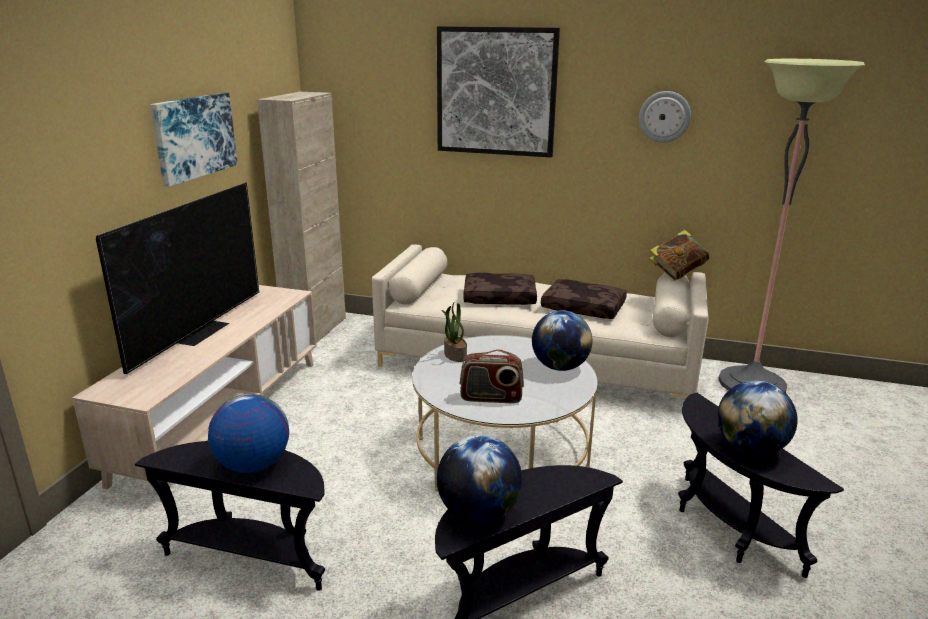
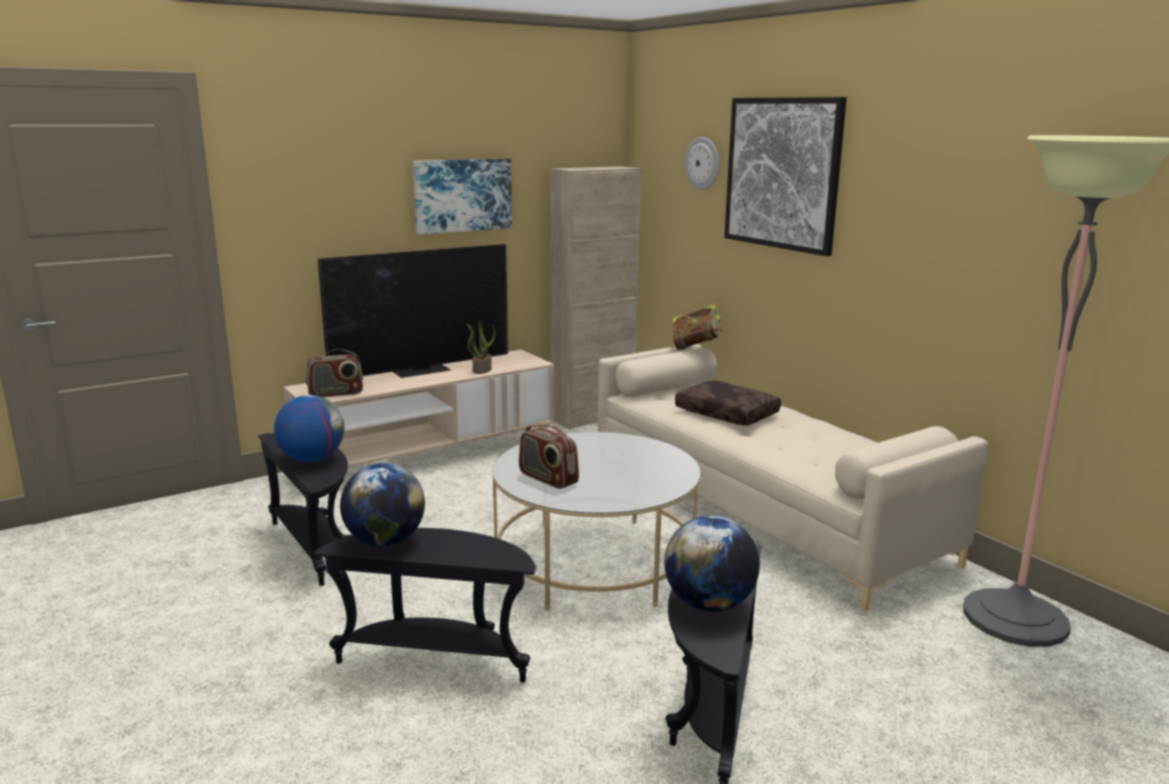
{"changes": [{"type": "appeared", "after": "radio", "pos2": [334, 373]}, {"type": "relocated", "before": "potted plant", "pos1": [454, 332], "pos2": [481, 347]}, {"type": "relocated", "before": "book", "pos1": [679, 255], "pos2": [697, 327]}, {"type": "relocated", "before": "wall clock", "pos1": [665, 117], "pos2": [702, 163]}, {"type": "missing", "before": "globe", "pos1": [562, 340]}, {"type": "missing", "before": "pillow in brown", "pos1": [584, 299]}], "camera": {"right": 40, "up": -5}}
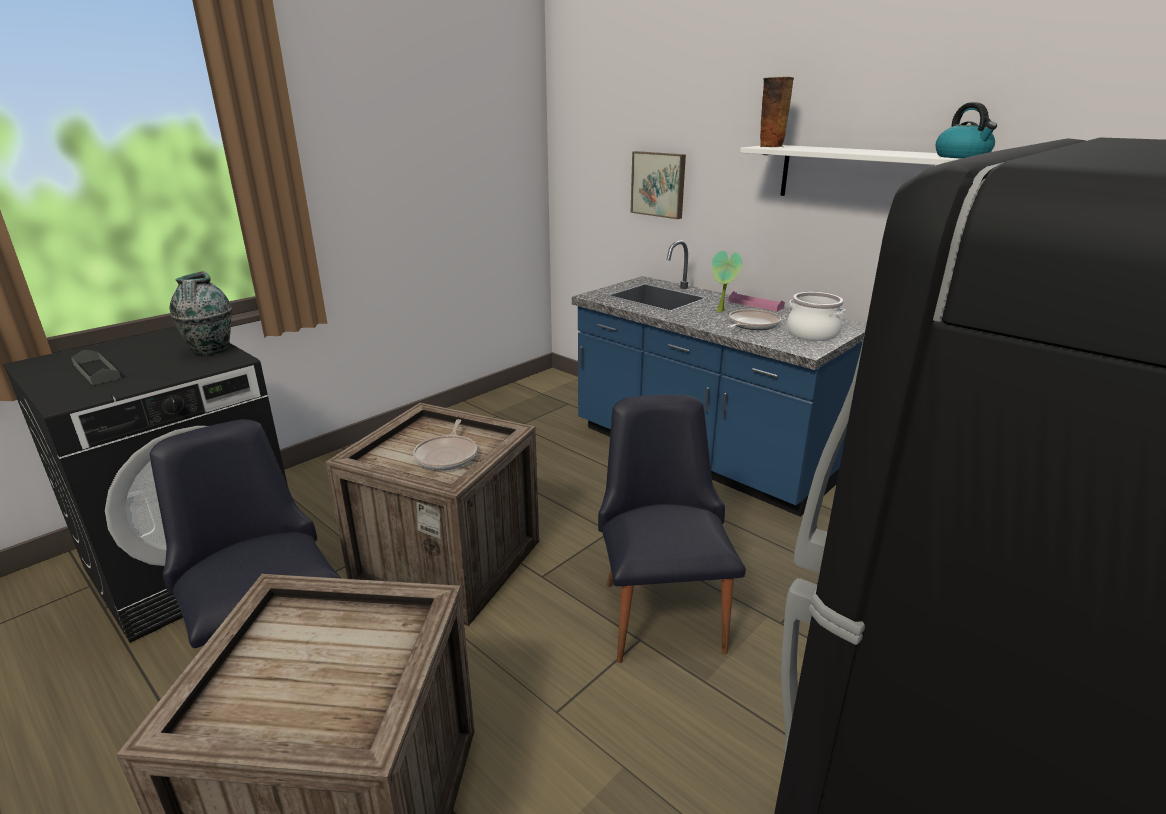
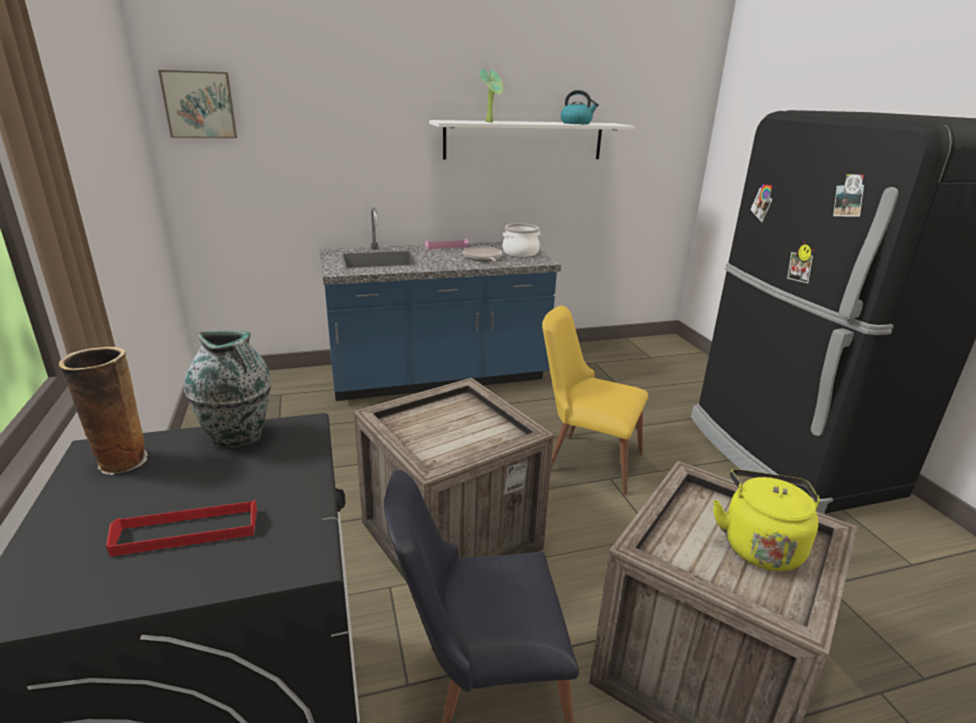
{"changes": [{"type": "relocated", "before": "vase", "pos1": [777, 112], "pos2": [103, 411]}, {"type": "colour", "before": "tray in grey", "after": "tray in red", "pos1": [96, 367], "pos2": [181, 528]}, {"type": "relocated", "before": "picture", "pos1": [658, 185], "pos2": [197, 104]}, {"type": "relocated", "before": "potted plant", "pos1": [727, 281], "pos2": [491, 95]}, {"type": "colour", "before": "chair in black", "after": "chair in yellow", "pos1": [672, 529], "pos2": [595, 400]}, {"type": "appeared", "after": "kettle in yellow", "pos2": [766, 520]}, {"type": "missing", "before": "frying pan", "pos1": [445, 444]}], "camera": {"right": -60, "up": 0}}
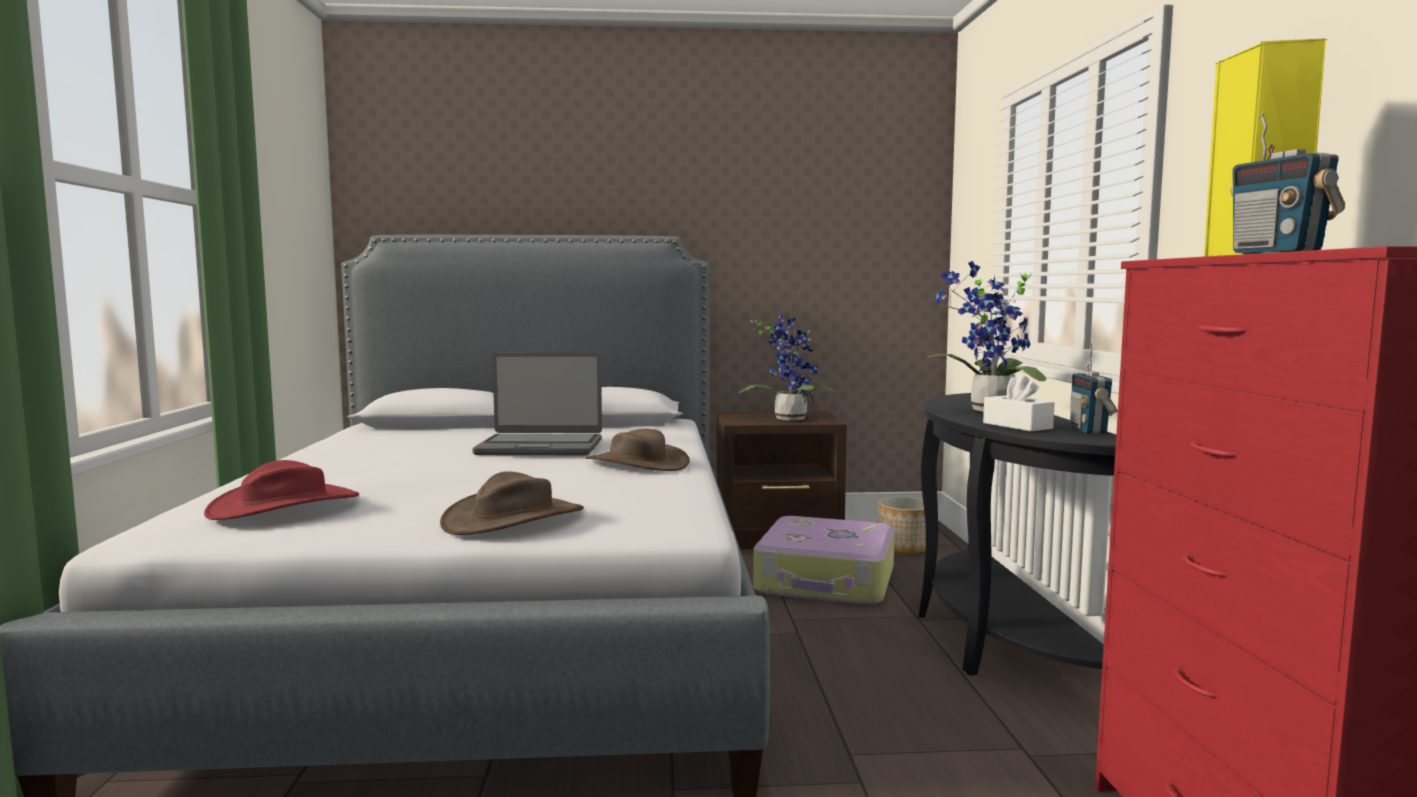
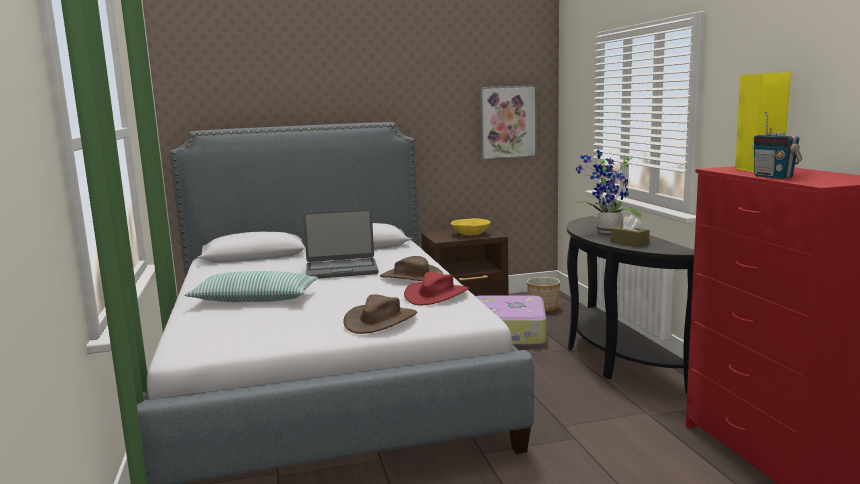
{"changes": [{"type": "appeared", "after": "pillow", "pos2": [251, 286]}, {"type": "relocated", "before": "hat in red", "pos1": [281, 490], "pos2": [436, 289]}, {"type": "exchanged", "before": "potted plant", "after": "bowl in yellow", "pos1": [787, 366], "pos2": [470, 226]}, {"type": "appeared", "after": "picture", "pos2": [508, 122]}, {"type": "colour", "before": "tissue box in white", "after": "tissue box in brown", "pos1": [1019, 402], "pos2": [630, 231]}, {"type": "missing", "before": "radio", "pos1": [1094, 389]}], "camera": {"right": -10, "up": 5}}
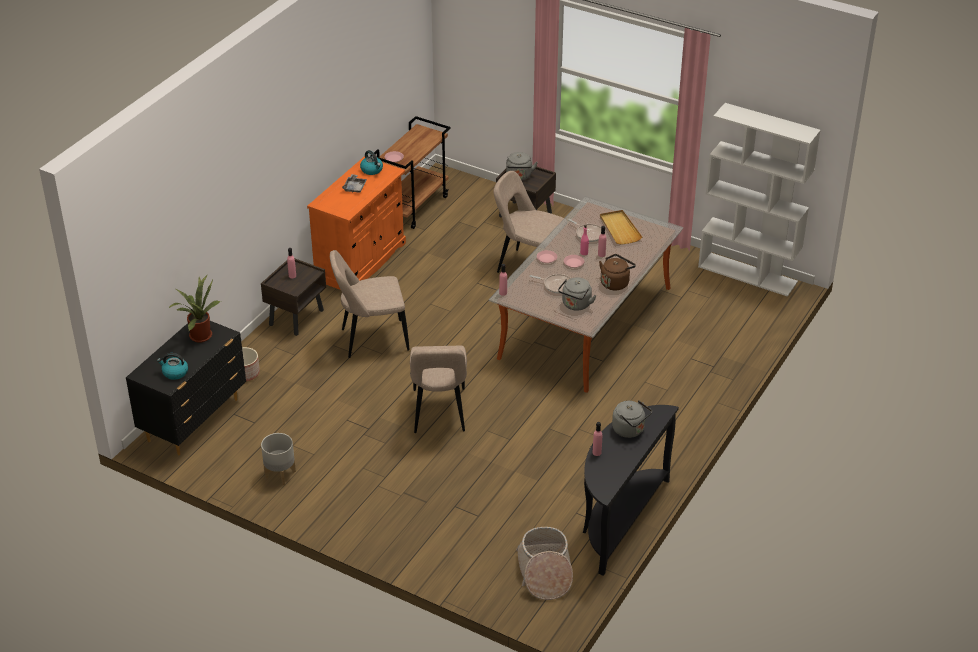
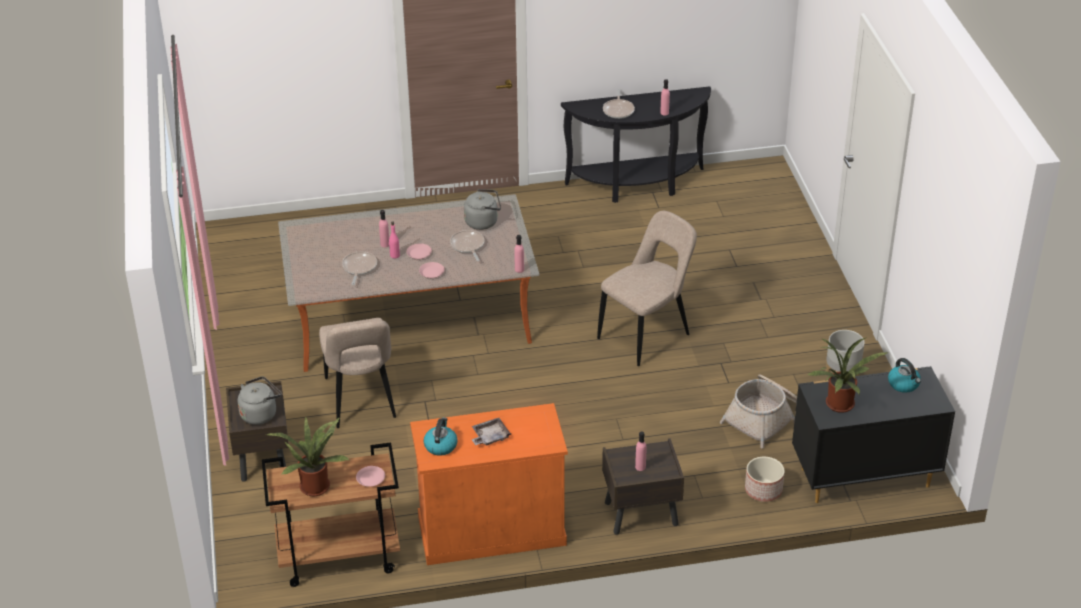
{"changes": [{"type": "appeared", "after": "potted plant", "pos2": [308, 456]}, {"type": "exchanged", "before": "kettle in grey", "after": "frying pan", "pos1": [632, 419], "pos2": [619, 104]}, {"type": "relocated", "before": "basket", "pos1": [544, 563], "pos2": [758, 411]}, {"type": "missing", "before": "chair in beige", "pos1": [370, 304]}, {"type": "missing", "before": "kettle in brown", "pos1": [617, 272]}, {"type": "missing", "before": "tray in beige", "pos1": [621, 227]}, {"type": "missing", "before": "bookcase in white", "pos1": [759, 200]}], "camera": {"right": -130, "up": 0}}
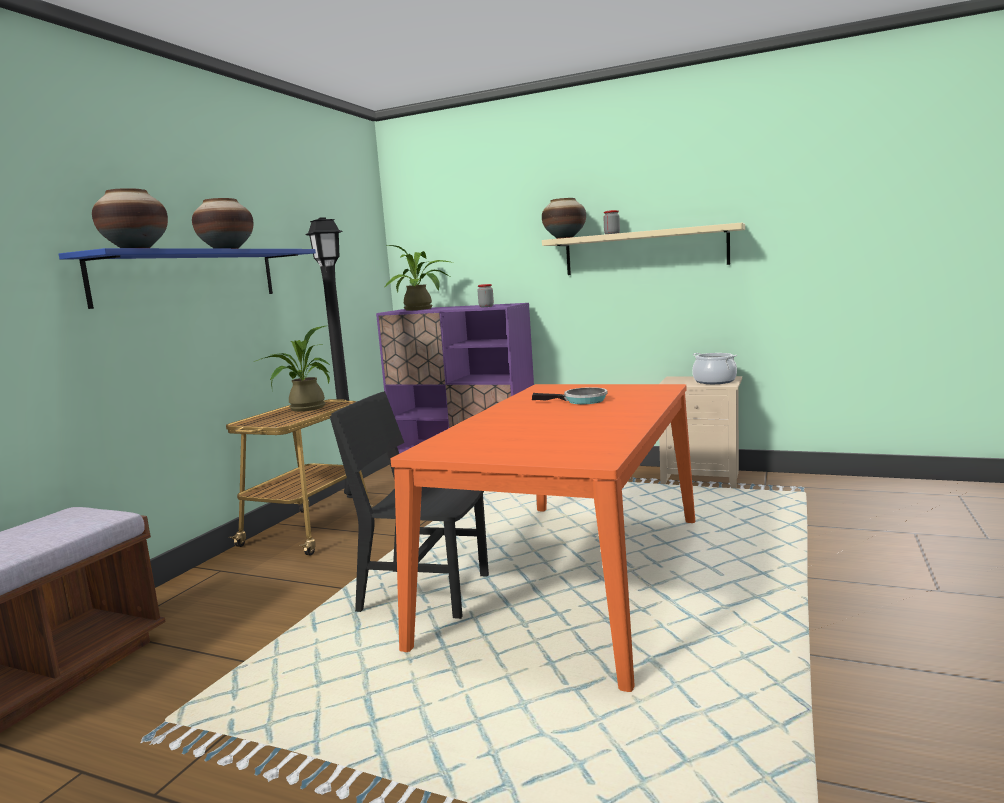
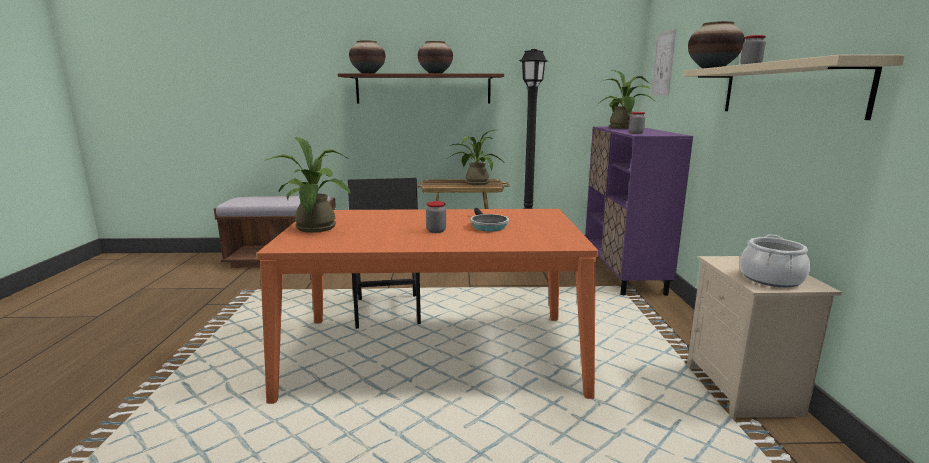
{"changes": [{"type": "appeared", "after": "potted plant", "pos2": [308, 185]}, {"type": "colour", "before": "shelf in blue", "after": "shelf in brown", "pos1": [187, 278], "pos2": [421, 88]}, {"type": "appeared", "after": "jar", "pos2": [436, 217]}, {"type": "appeared", "after": "picture", "pos2": [663, 62]}], "camera": {"right": 65, "up": 5}}
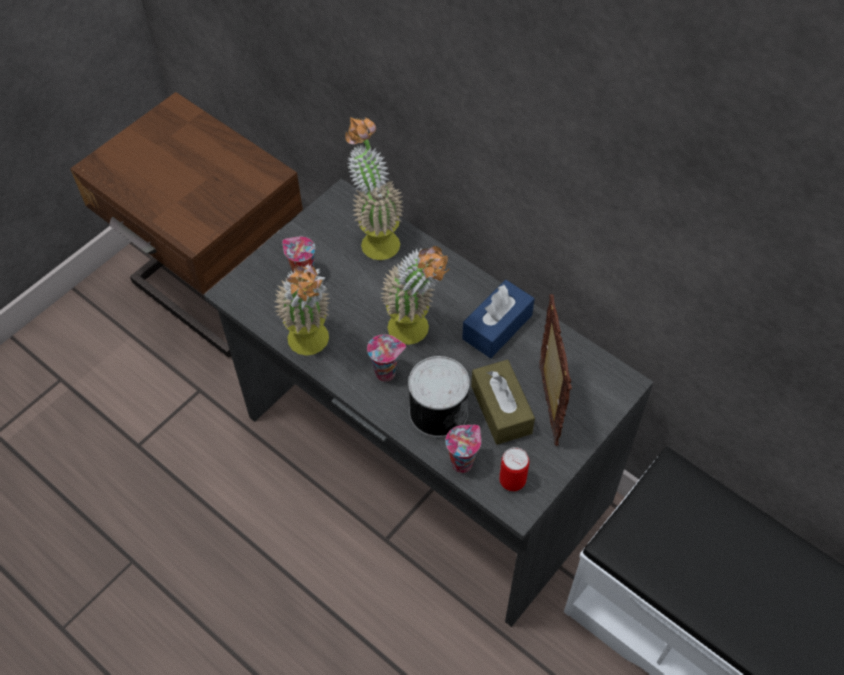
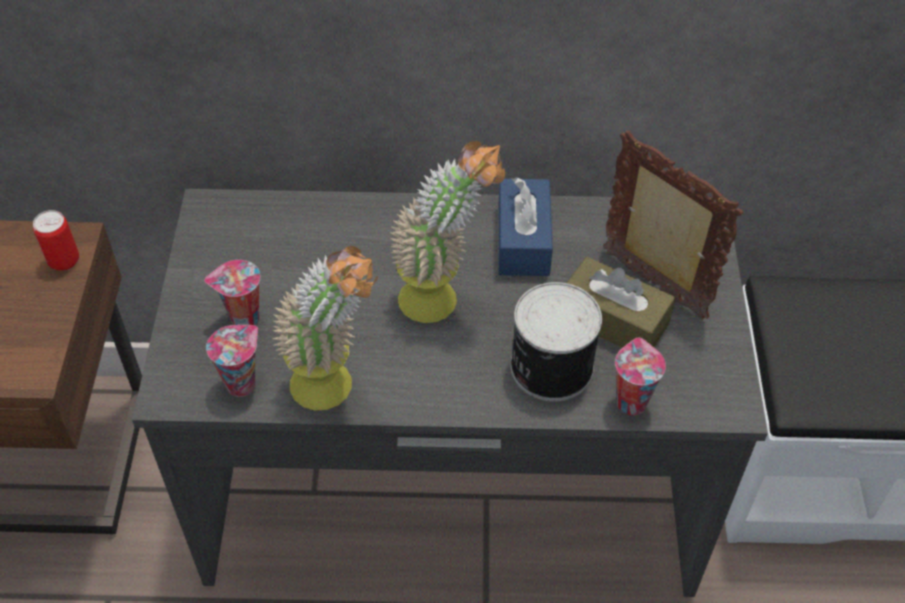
{"changes": [{"type": "relocated", "before": "can", "pos1": [514, 469], "pos2": [56, 240]}, {"type": "relocated", "before": "cup", "pos1": [386, 358], "pos2": [232, 361]}, {"type": "missing", "before": "potted plant", "pos1": [374, 188]}], "camera": {"right": -40, "up": -5}}
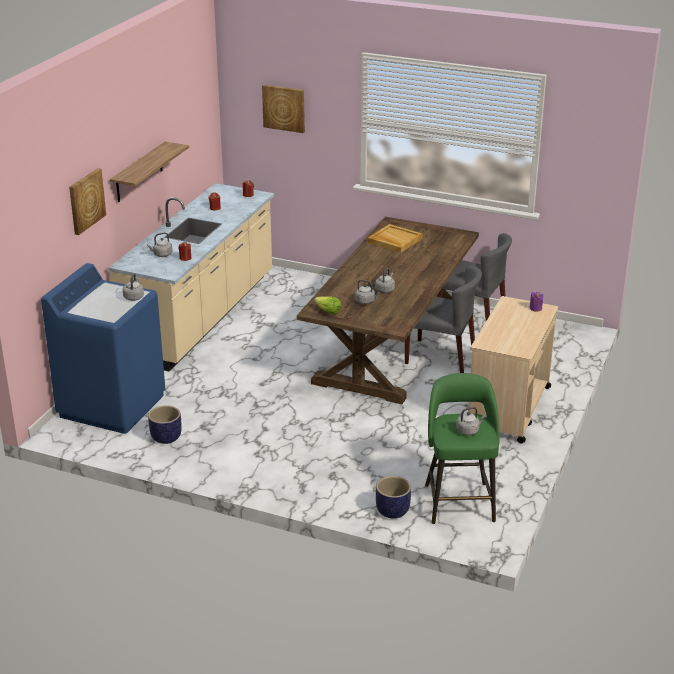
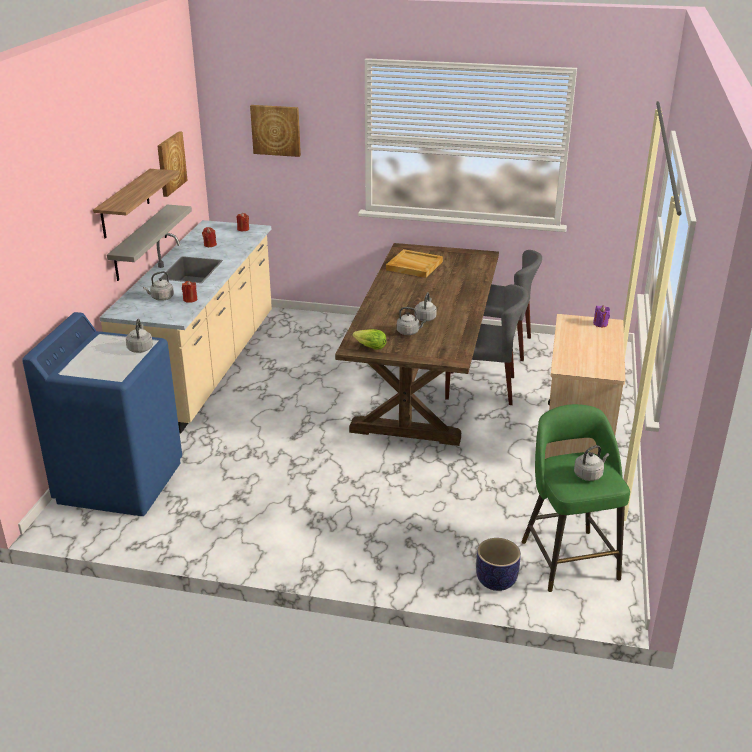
{"changes": [{"type": "appeared", "after": "shelf in grey", "pos2": [149, 243]}, {"type": "relocated", "before": "picture", "pos1": [87, 201], "pos2": [172, 164]}, {"type": "missing", "before": "planter", "pos1": [165, 424]}], "camera": {"right": -10, "up": 0}}
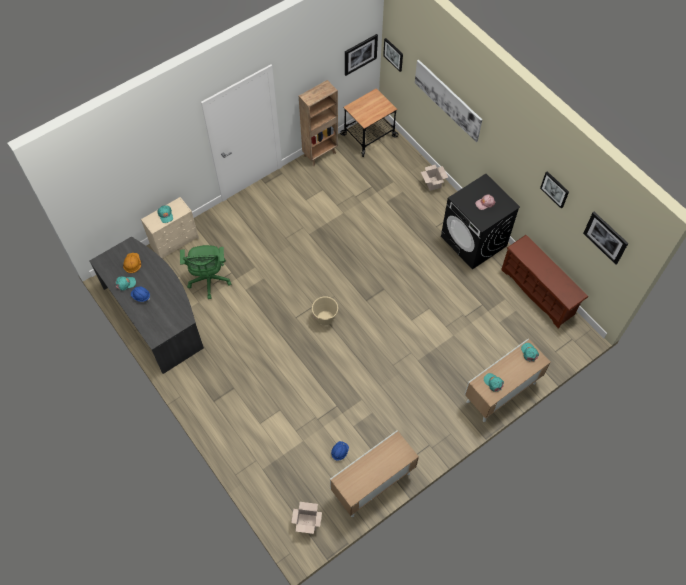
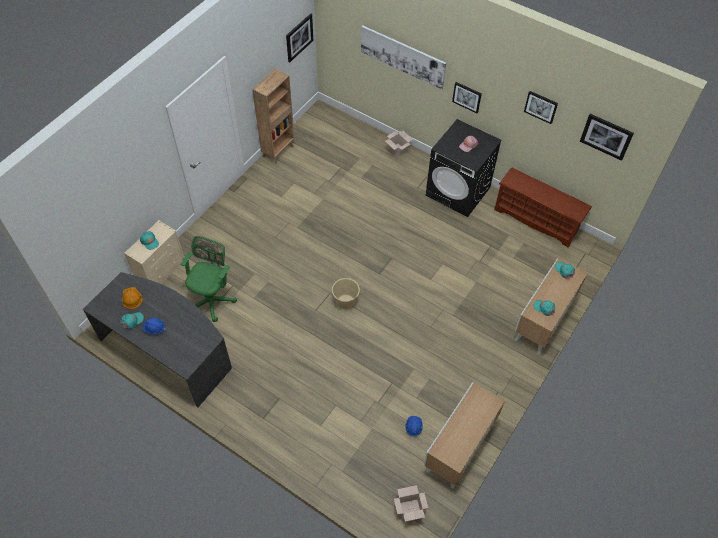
{"changes": [{"type": "spun", "before": "office chair in green", "pos1": [206, 272], "pos2": [208, 279], "turn": -135}, {"type": "relocated", "before": "picture", "pos1": [393, 55], "pos2": [467, 97]}, {"type": "missing", "before": "cart", "pos1": [369, 122]}], "camera": {"right": -20, "up": -5}}
